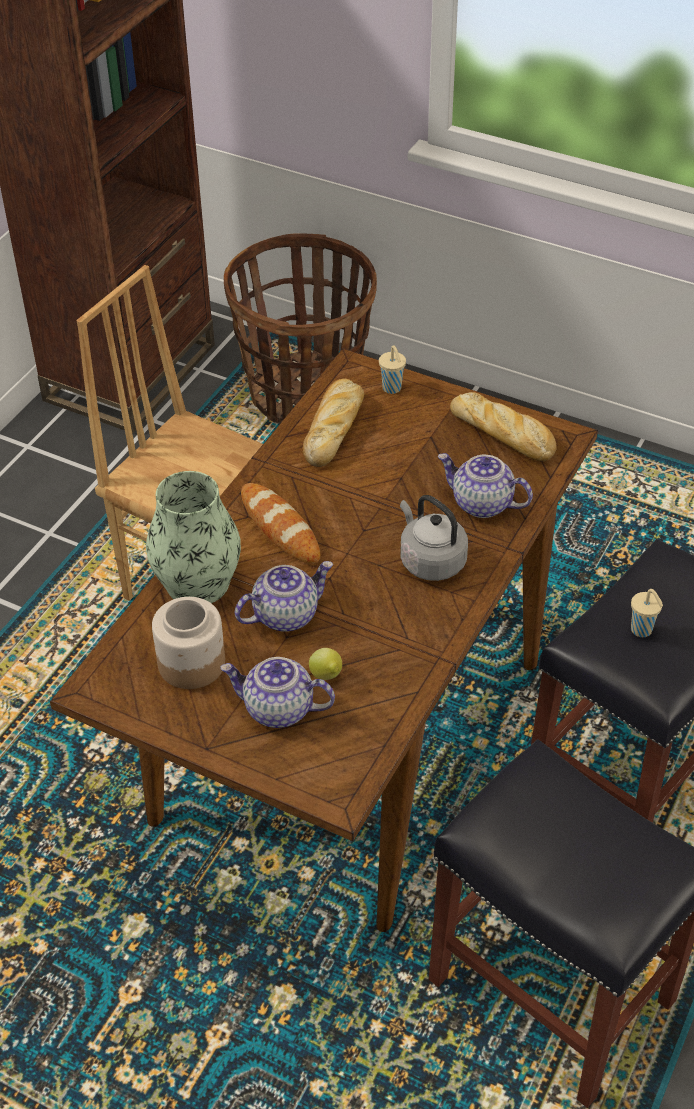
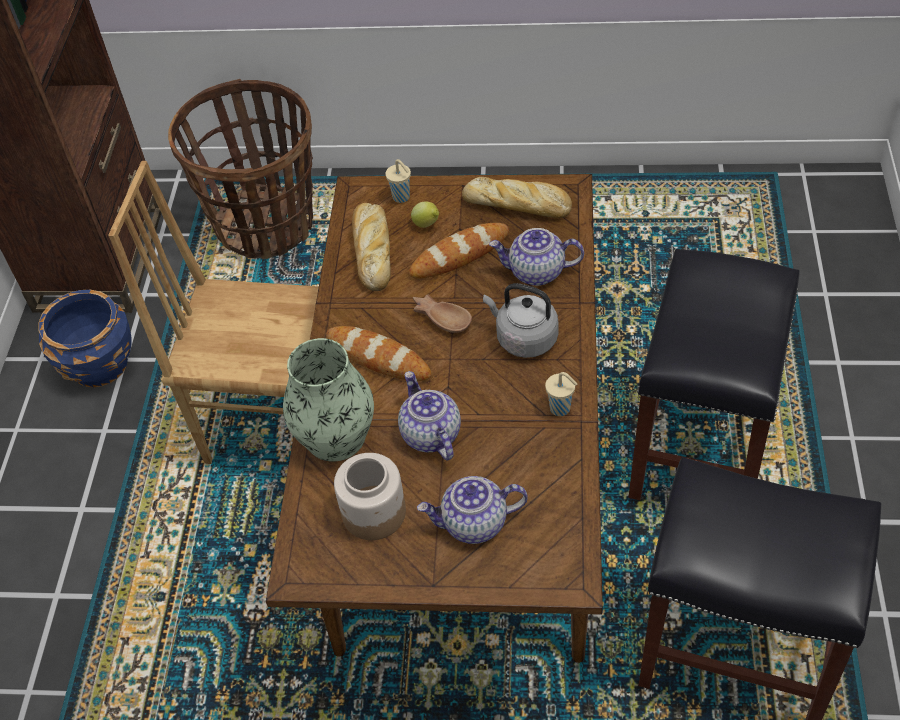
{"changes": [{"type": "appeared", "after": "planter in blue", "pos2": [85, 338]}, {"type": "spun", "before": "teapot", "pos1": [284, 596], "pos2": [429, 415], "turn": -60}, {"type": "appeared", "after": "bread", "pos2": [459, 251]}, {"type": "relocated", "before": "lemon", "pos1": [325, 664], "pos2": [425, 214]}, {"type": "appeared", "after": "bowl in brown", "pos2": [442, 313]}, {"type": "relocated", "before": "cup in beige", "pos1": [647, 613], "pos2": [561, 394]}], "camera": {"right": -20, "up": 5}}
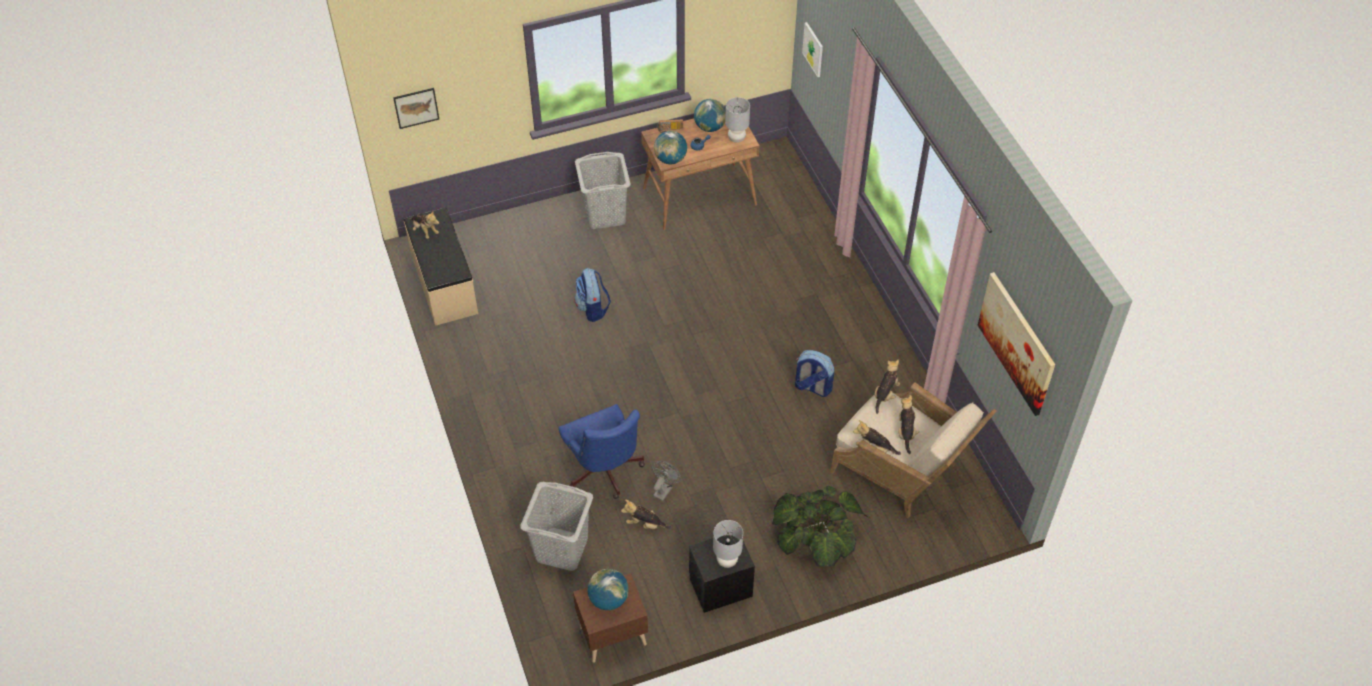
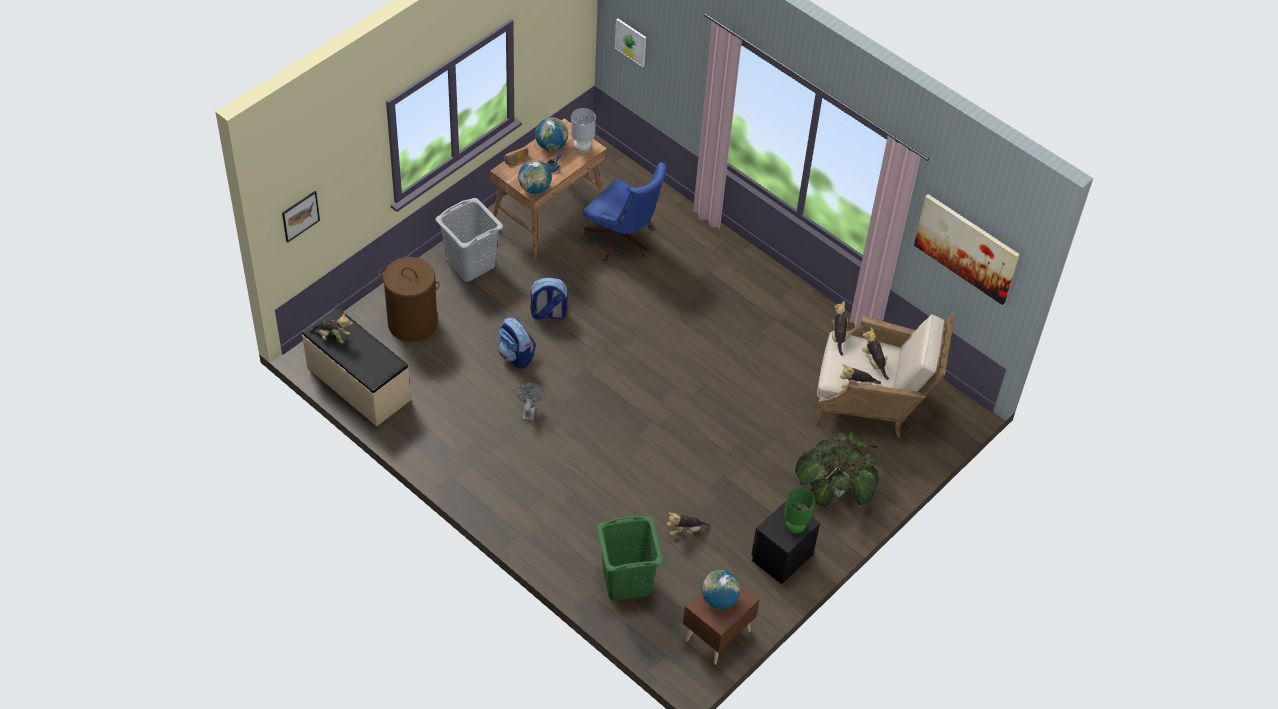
{"changes": [{"type": "appeared", "after": "laundry basket in brown", "pos2": [409, 299]}, {"type": "relocated", "before": "fan in grey", "pos1": [666, 481], "pos2": [530, 402]}, {"type": "relocated", "before": "backpack", "pos1": [814, 373], "pos2": [549, 299]}, {"type": "relocated", "before": "office chair in blue", "pos1": [602, 451], "pos2": [625, 211]}, {"type": "colour", "before": "laundry basket in grey", "after": "laundry basket in green", "pos1": [556, 526], "pos2": [630, 558]}, {"type": "colour", "before": "table lamp in grey", "after": "table lamp in green", "pos1": [728, 544], "pos2": [799, 511]}], "camera": {"right": -30, "up": 0}}
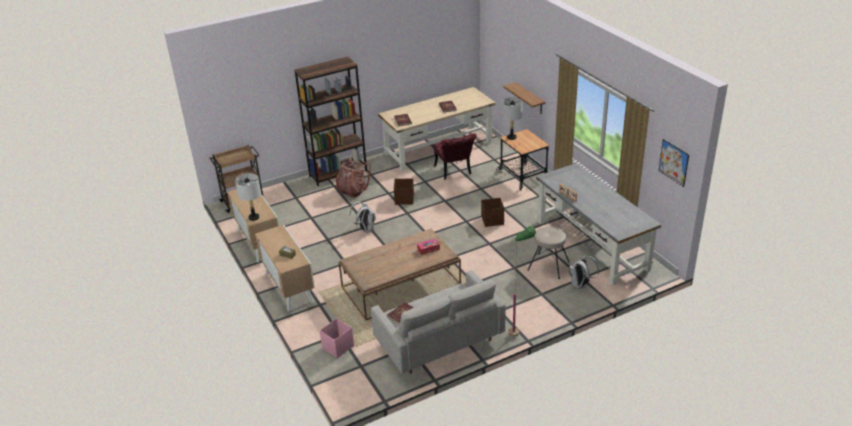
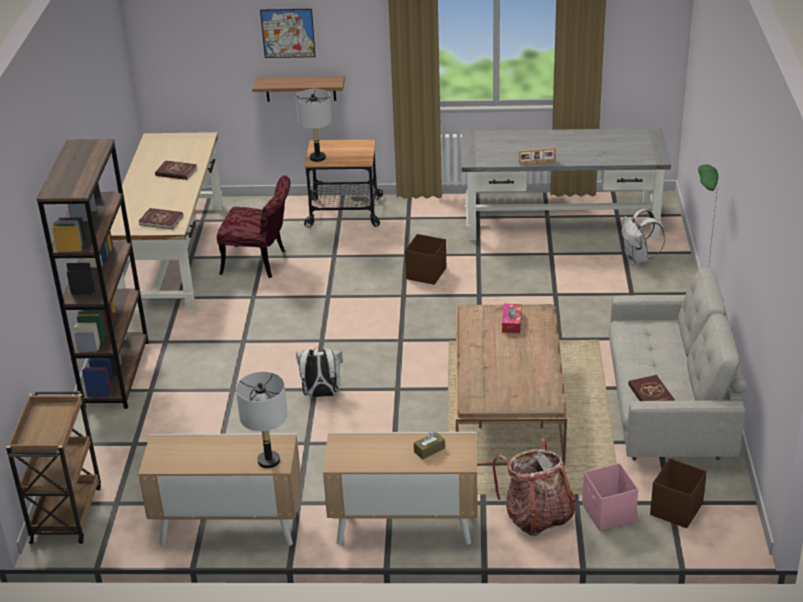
{"changes": [{"type": "relocated", "before": "picture", "pos1": [673, 163], "pos2": [288, 33]}, {"type": "relocated", "before": "backpack", "pos1": [353, 177], "pos2": [534, 486]}, {"type": "relocated", "before": "storage box in brown", "pos1": [404, 191], "pos2": [678, 493]}, {"type": "missing", "before": "stool in beige", "pos1": [548, 252]}], "camera": {"right": -60, "up": 0}}
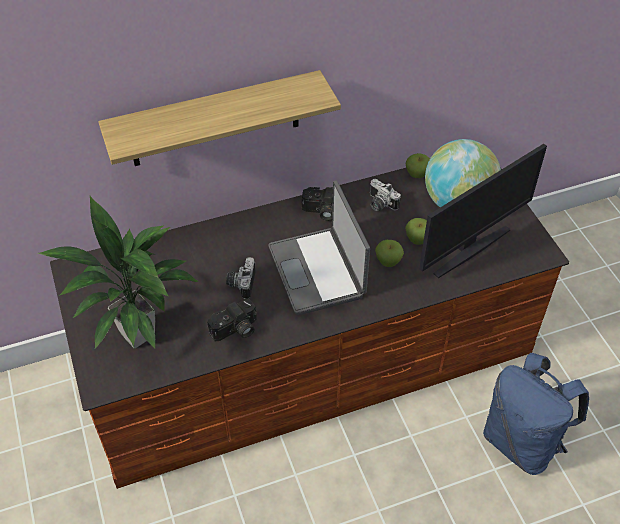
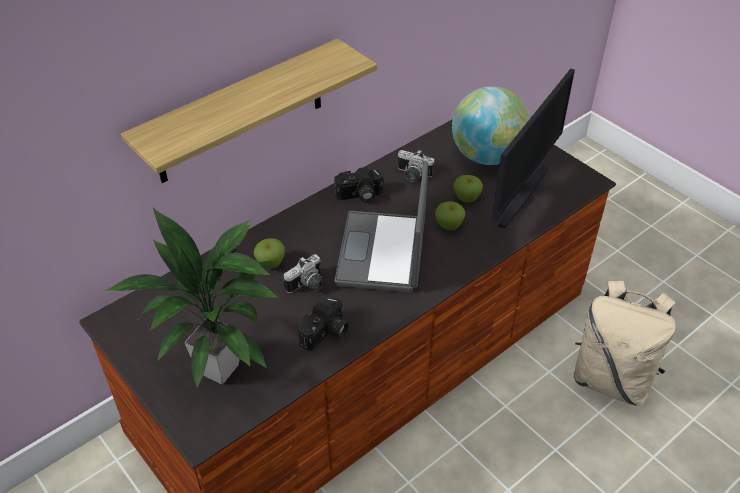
{"changes": [{"type": "relocated", "before": "apple", "pos1": [417, 165], "pos2": [269, 253]}, {"type": "spun", "before": "photo camera", "pos1": [241, 278], "pos2": [304, 274], "turn": -120}, {"type": "spun", "before": "laptop", "pos1": [319, 247], "pos2": [381, 227], "turn": 45}, {"type": "colour", "before": "backpack in blue", "after": "backpack in beige", "pos1": [536, 414], "pos2": [625, 343]}], "camera": {"right": -20, "up": -5}}
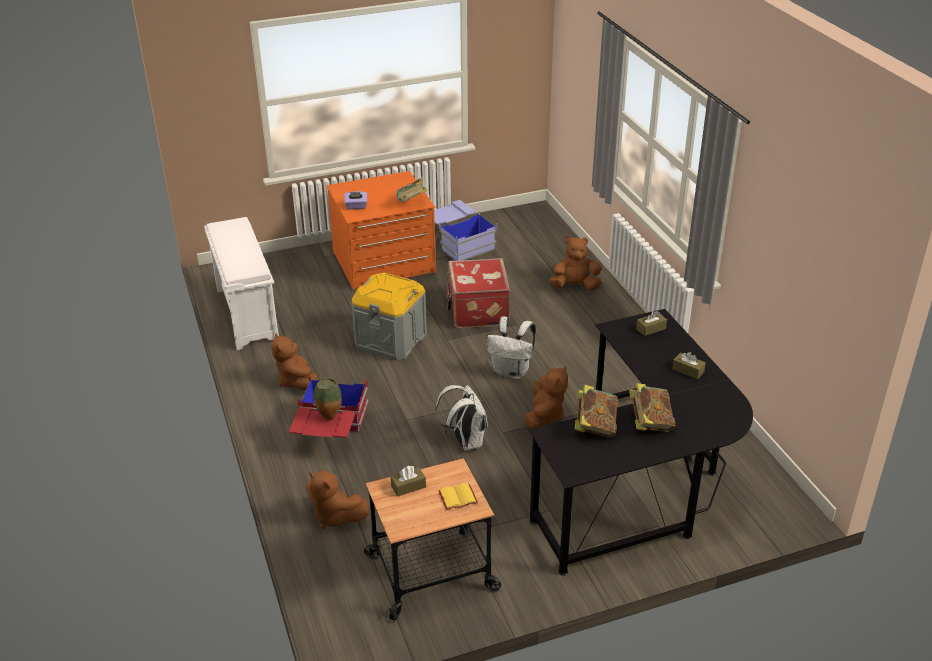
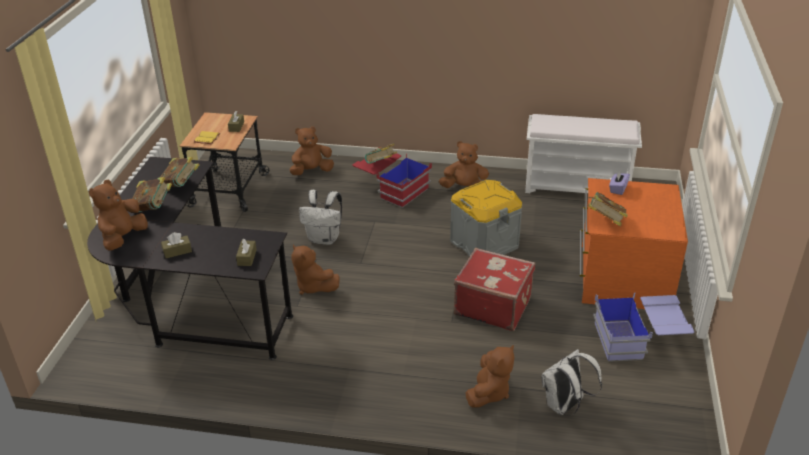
{"changes": [{"type": "appeared", "after": "plush toy in brown", "pos2": [118, 215]}, {"type": "exchanged", "before": "vase", "after": "book", "pos1": [327, 399], "pos2": [381, 153]}, {"type": "relocated", "before": "backpack in white", "pos1": [511, 347], "pos2": [572, 382]}], "camera": {"right": 120, "up": 0}}
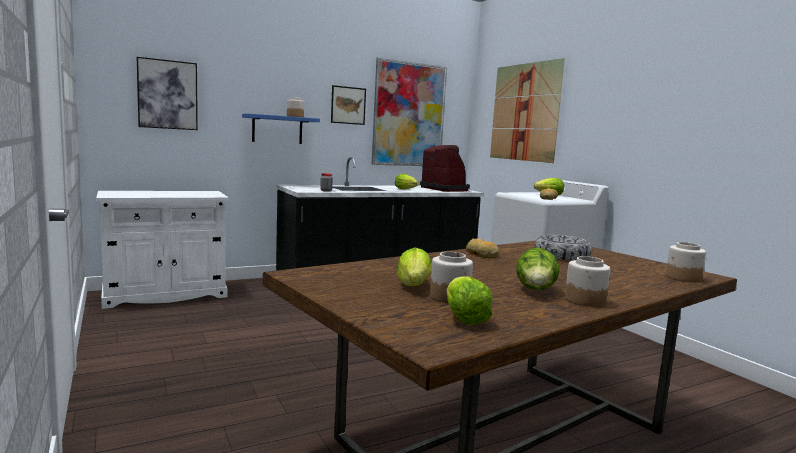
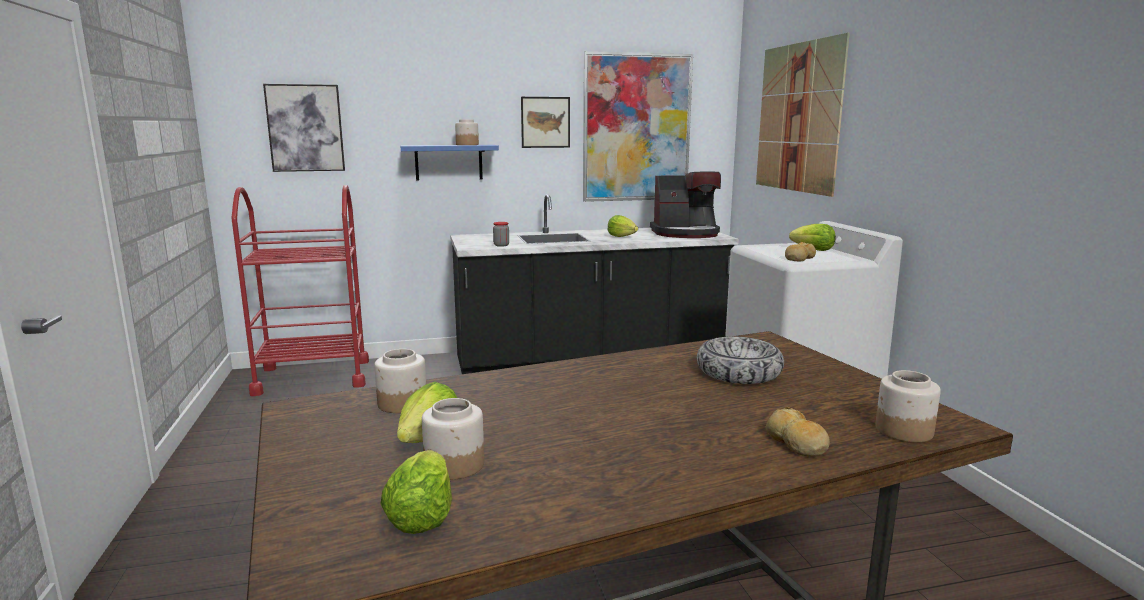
{"changes": [{"type": "exchanged", "before": "cabinet in white", "after": "cart in red", "pos1": [162, 250], "pos2": [300, 290]}, {"type": "relocated", "before": "jar", "pos1": [587, 281], "pos2": [400, 381]}, {"type": "spun", "before": "coffee machine", "pos1": [445, 168], "pos2": [685, 204], "turn": 105}, {"type": "relocated", "before": "bread", "pos1": [482, 248], "pos2": [798, 432]}, {"type": "missing", "before": "lettuce", "pos1": [537, 269]}], "camera": {"right": 15, "up": 5}}
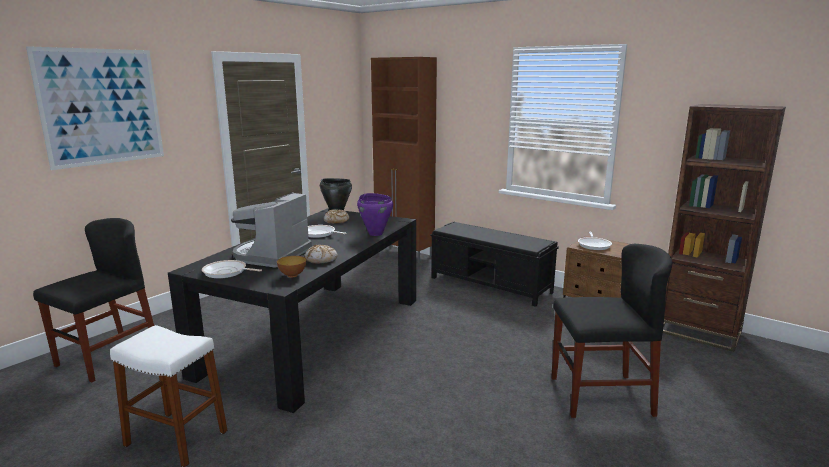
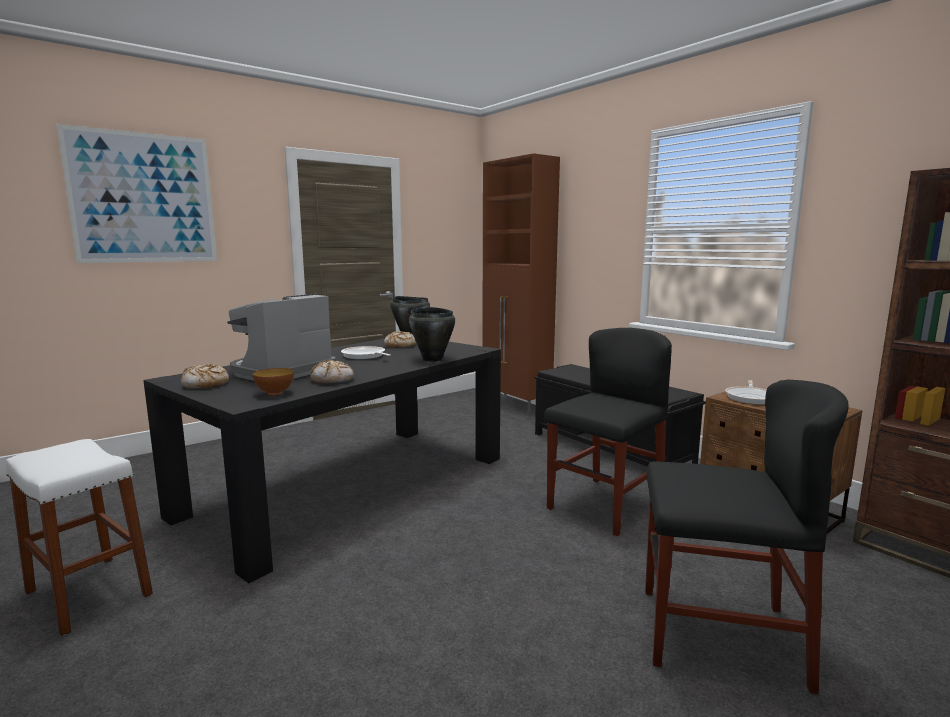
{"changes": [{"type": "exchanged", "before": "frying pan", "after": "bread", "pos1": [232, 269], "pos2": [205, 376]}, {"type": "colour", "before": "cooking pot in purple", "after": "cooking pot in black", "pos1": [375, 214], "pos2": [432, 334]}, {"type": "relocated", "before": "chair in black", "pos1": [93, 300], "pos2": [608, 432]}], "camera": {"right": 15, "up": -5}}
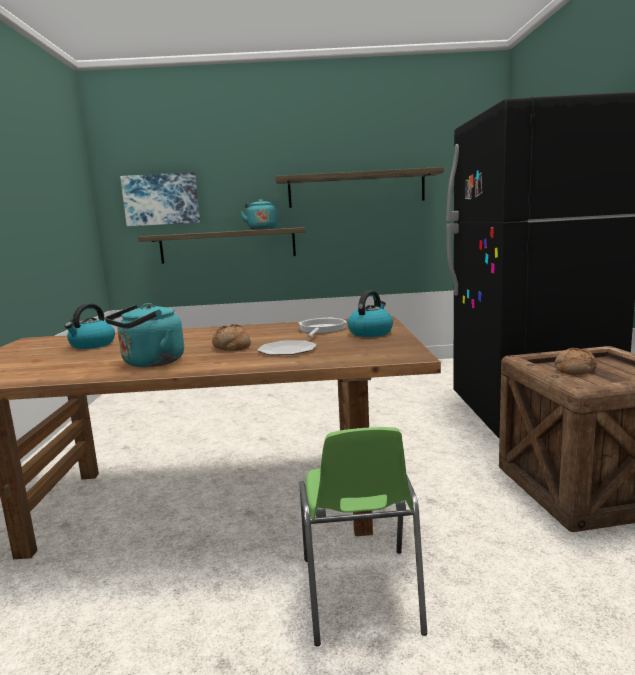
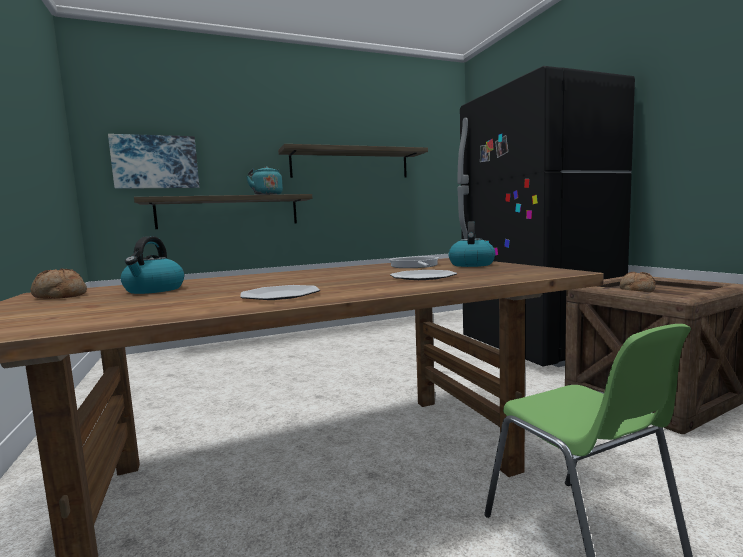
{"changes": [{"type": "relocated", "before": "bread", "pos1": [231, 337], "pos2": [59, 284]}, {"type": "exchanged", "before": "kettle in turquoise", "after": "plate", "pos1": [144, 335], "pos2": [280, 292]}], "camera": {"right": -20, "up": -5}}
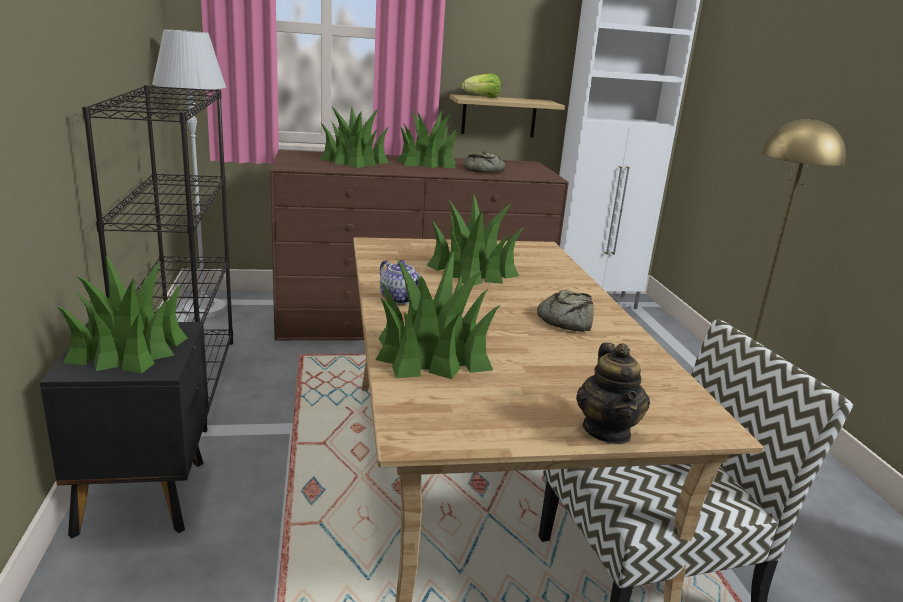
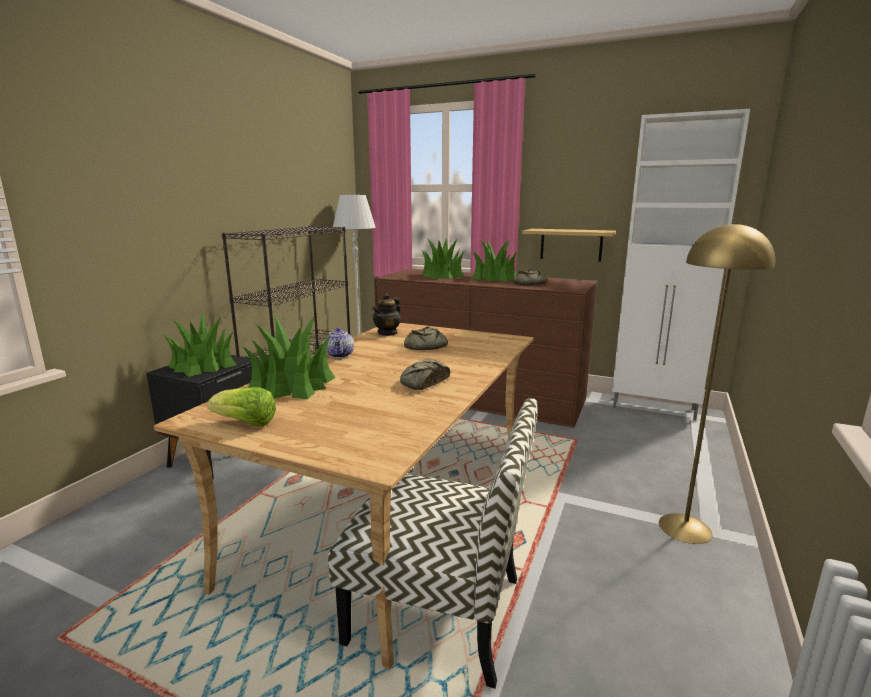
{"changes": [{"type": "relocated", "before": "lettuce", "pos1": [481, 85], "pos2": [241, 406]}, {"type": "relocated", "before": "teapot", "pos1": [613, 393], "pos2": [386, 314]}, {"type": "exchanged", "before": "potted plant", "after": "bread", "pos1": [475, 240], "pos2": [426, 338]}], "camera": {"right": 35, "up": -5}}
